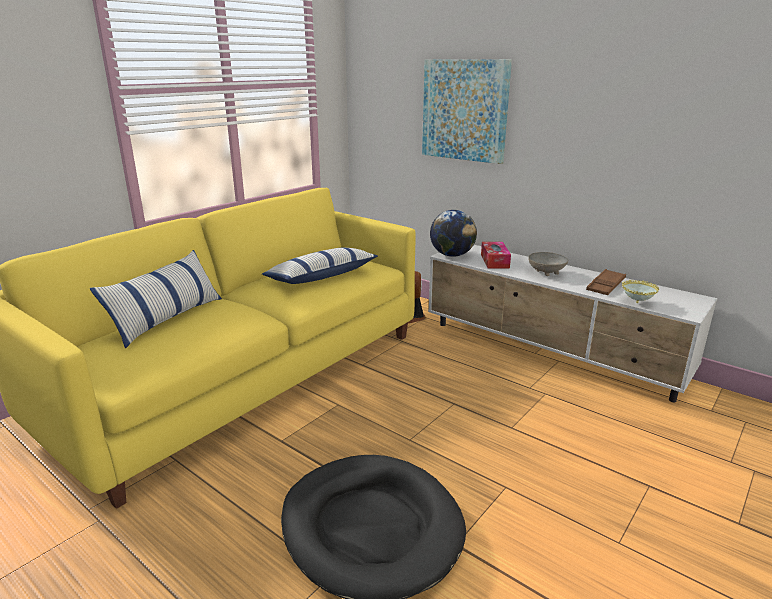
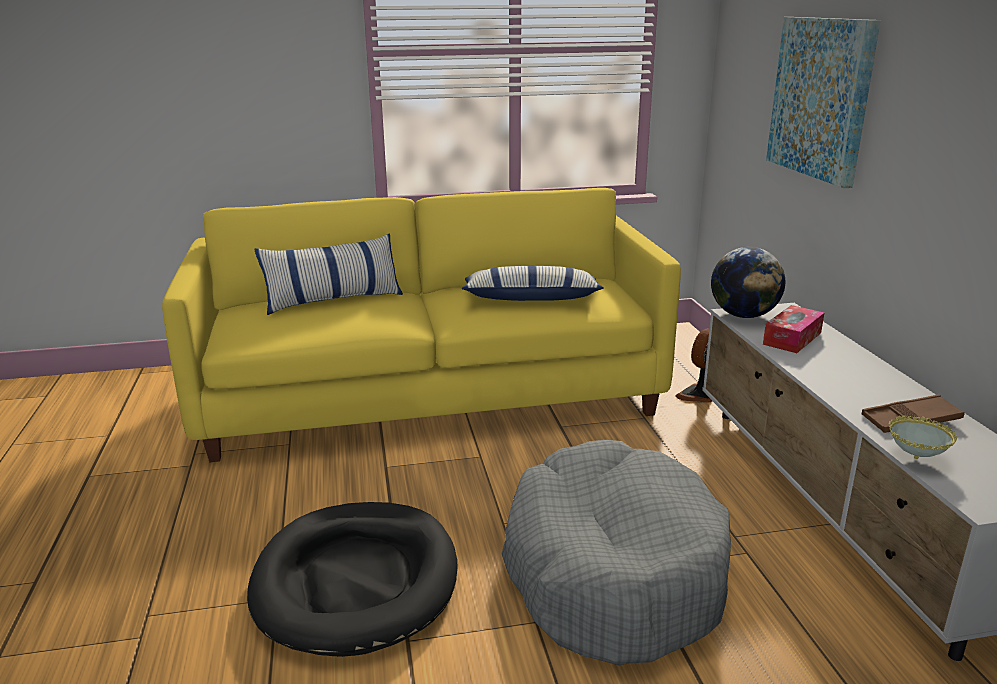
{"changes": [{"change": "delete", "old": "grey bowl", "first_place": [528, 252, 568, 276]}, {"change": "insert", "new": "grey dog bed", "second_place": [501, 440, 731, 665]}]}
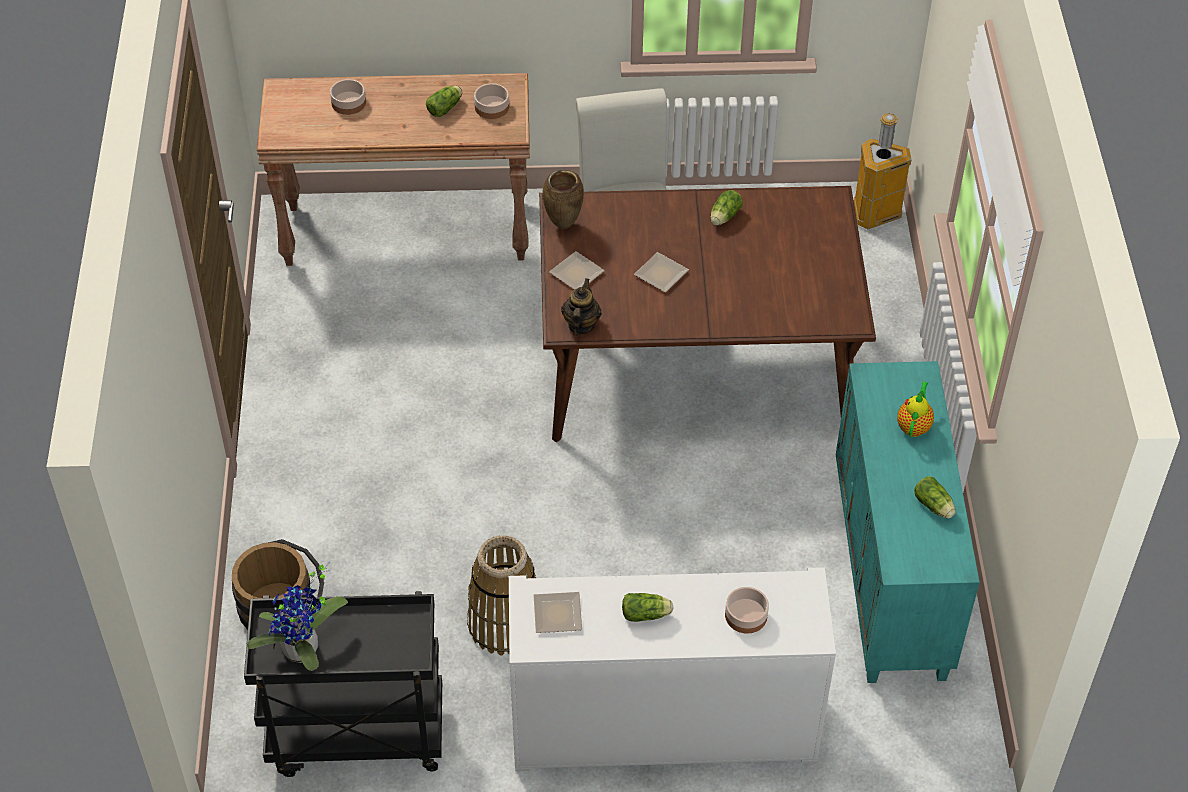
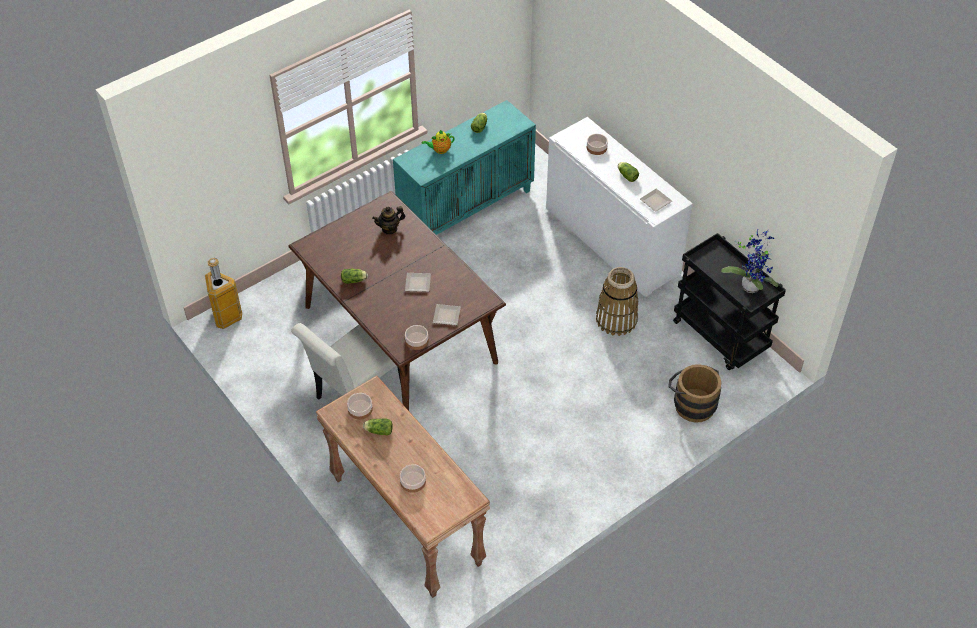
{"changes": [{"change": "replace", "old": "brown vase", "new": "bowl", "first_place": [542, 170, 584, 229], "second_place": [405, 325, 428, 350]}, {"change": "move", "old": "teapot", "first_place": [561, 278, 602, 335], "second_place": [372, 206, 405, 234]}]}
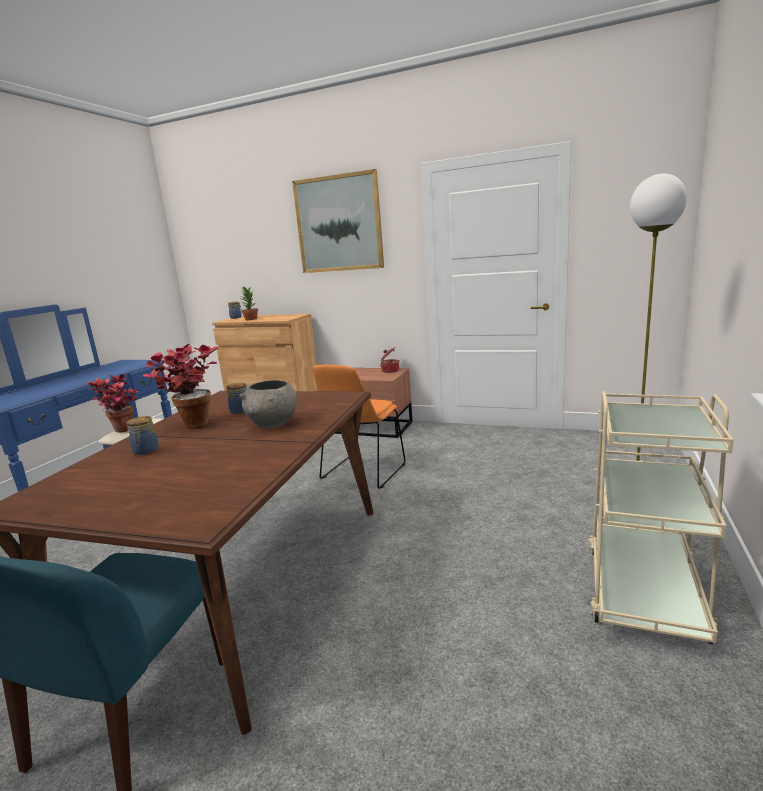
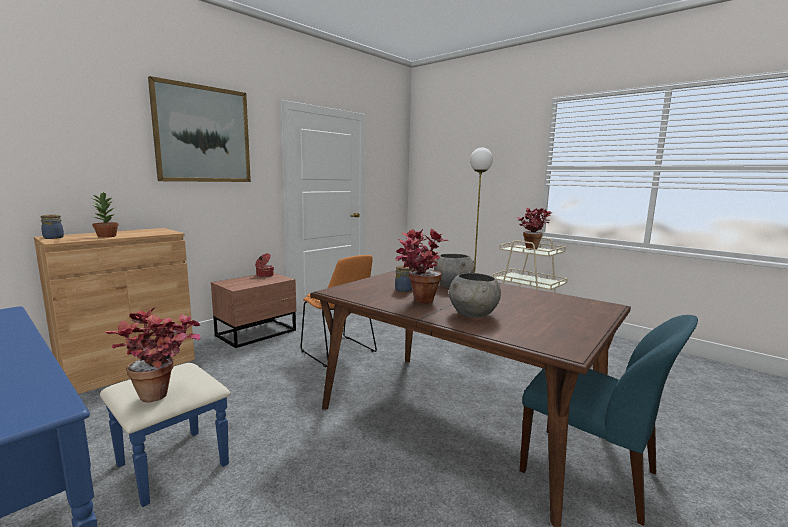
{"changes": [{"change": "replace", "old": "jar", "new": "grey bowl", "first_place": [126, 416, 159, 455], "second_place": [449, 273, 501, 318]}, {"change": "insert", "new": "potted plant", "second_place": [517, 208, 553, 250]}]}
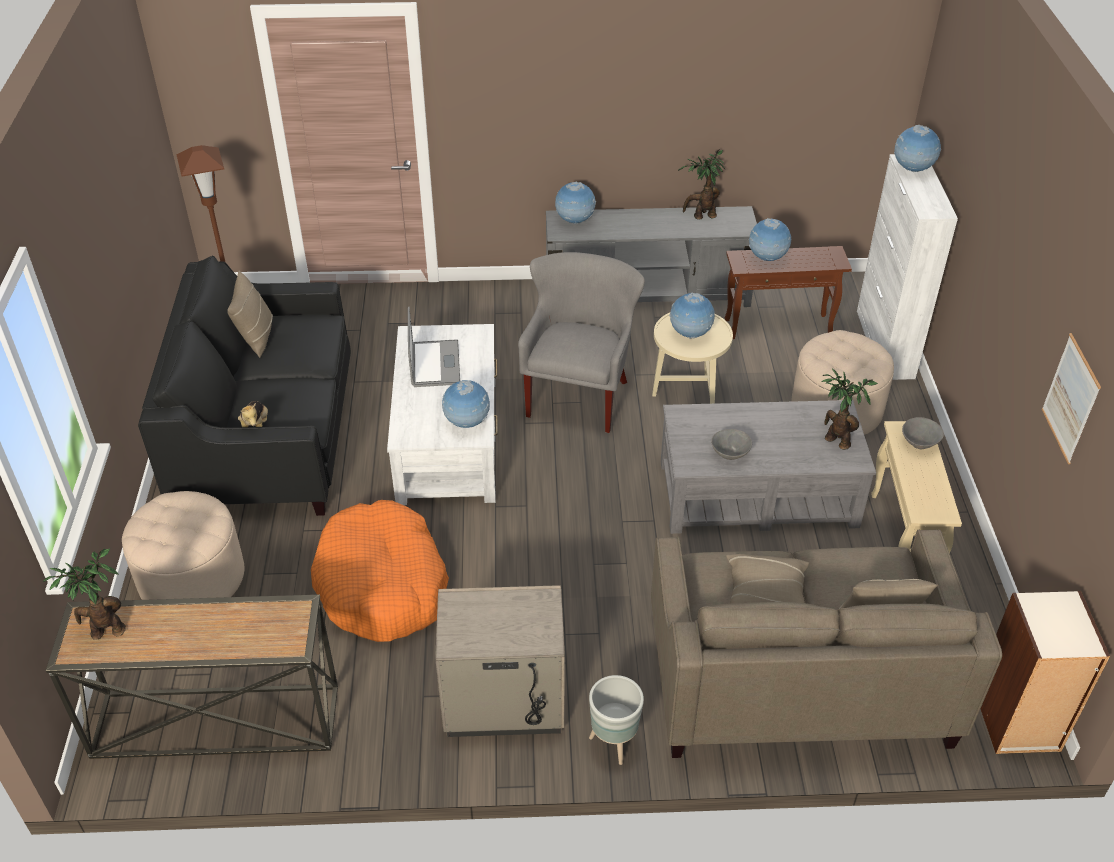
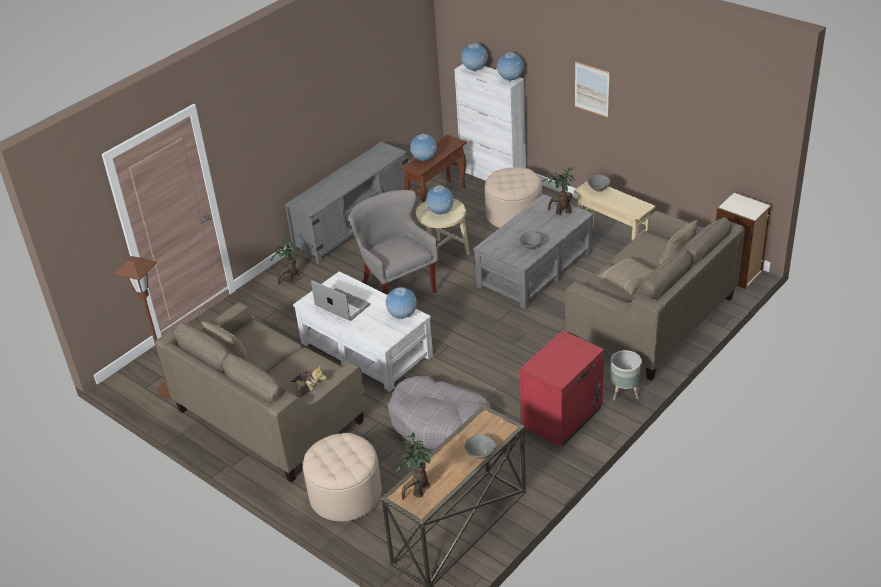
{"changes": [{"change": "recolor", "old": "black sofa", "new": "beige sofa", "first_place": [138, 256, 351, 516], "second_place": [155, 302, 367, 483]}, {"change": "recolor", "old": "orange dog bed", "new": "grey dog bed", "first_place": [311, 500, 449, 642], "second_place": [388, 376, 491, 450]}, {"change": "recolor", "old": "beige nightstand", "new": "red nightstand", "first_place": [435, 585, 565, 737], "second_place": [520, 330, 604, 447]}, {"change": "move", "old": "globe", "first_place": [555, 182, 596, 224], "second_place": [496, 52, 524, 81]}, {"change": "move", "old": "potted plant", "first_place": [678, 149, 725, 220], "second_place": [271, 235, 300, 284]}, {"change": "move", "old": "picture", "first_place": [1042, 333, 1101, 464], "second_place": [575, 62, 610, 118]}, {"change": "insert", "new": "grey bowl", "second_place": [464, 435, 496, 459]}]}
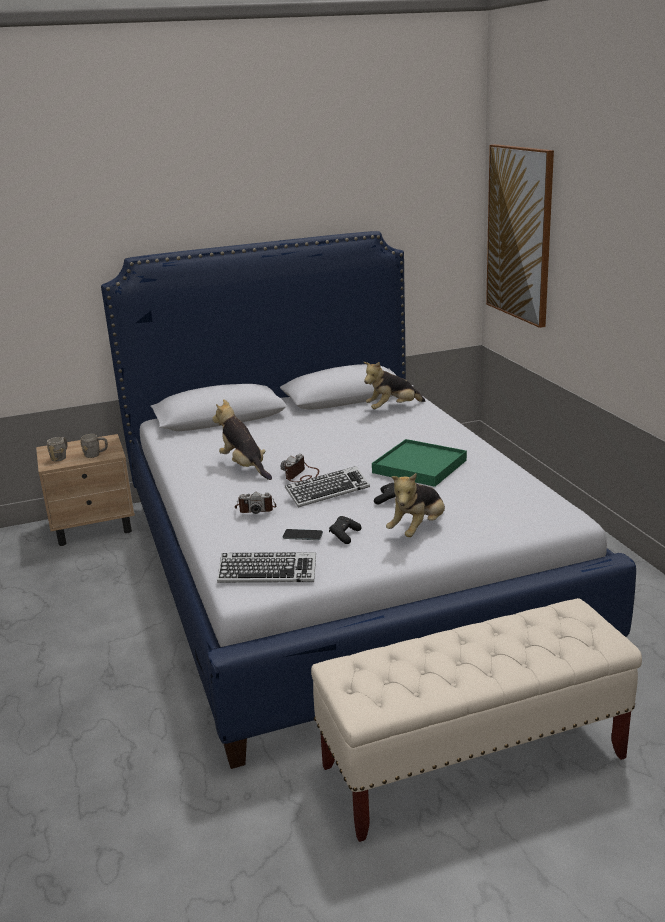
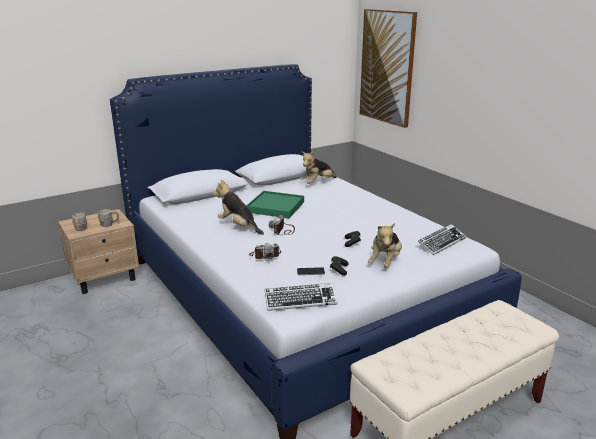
{"changes": [{"change": "move", "old": "keyboard", "first_place": [285, 466, 370, 507], "second_place": [418, 224, 466, 255]}, {"change": "move", "old": "green tray", "first_place": [372, 439, 467, 487], "second_place": [246, 191, 304, 218]}]}
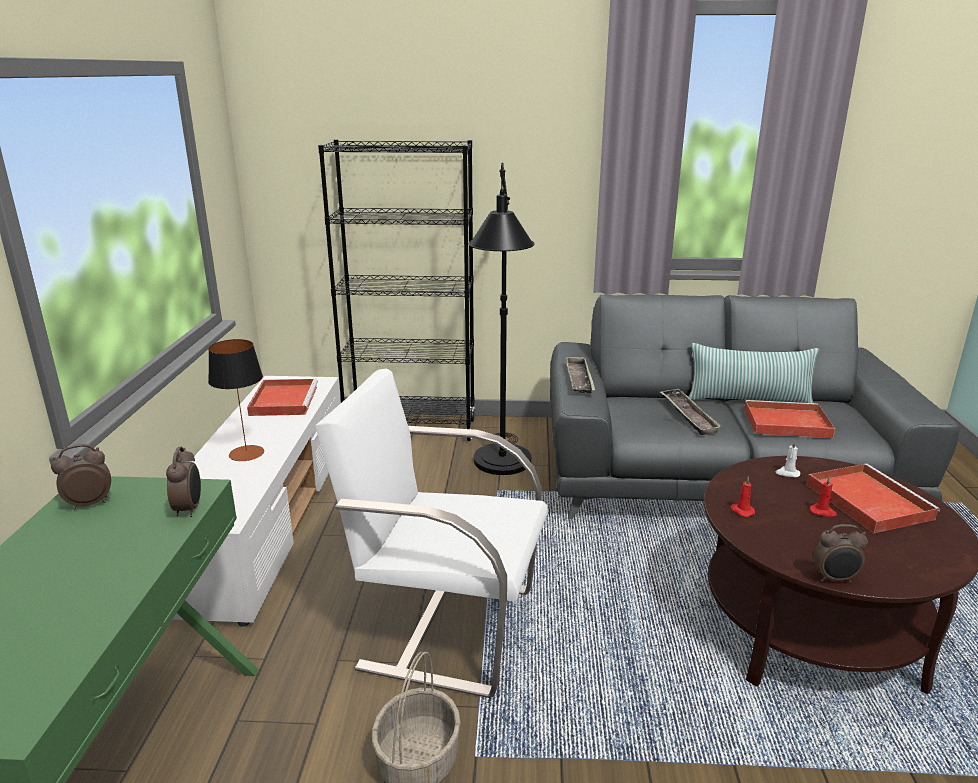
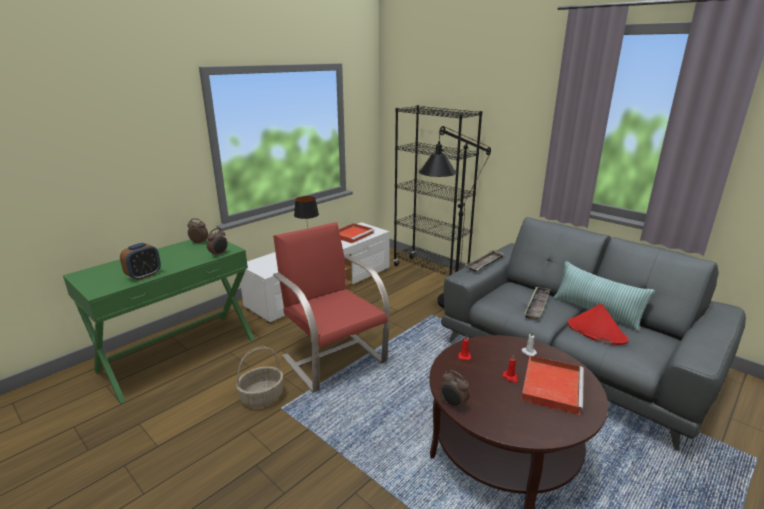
{"changes": [{"change": "recolor", "old": "white armchair", "new": "red armchair", "first_place": [315, 368, 548, 698], "second_place": [273, 222, 390, 392]}, {"change": "replace", "old": "red tray", "new": "red hat", "first_place": [744, 400, 835, 438], "second_place": [568, 304, 629, 345]}, {"change": "insert", "new": "alarm clock", "second_place": [120, 243, 161, 281]}]}
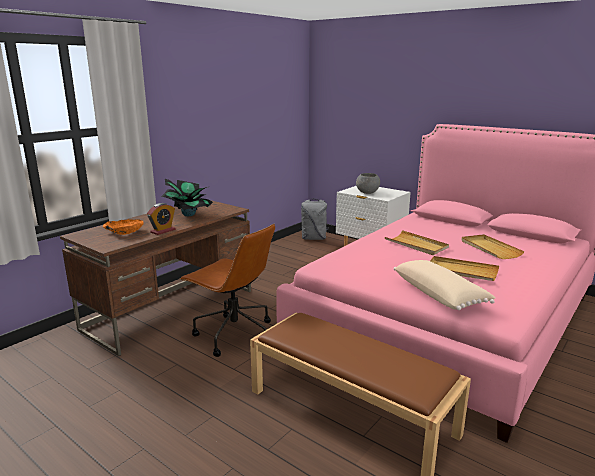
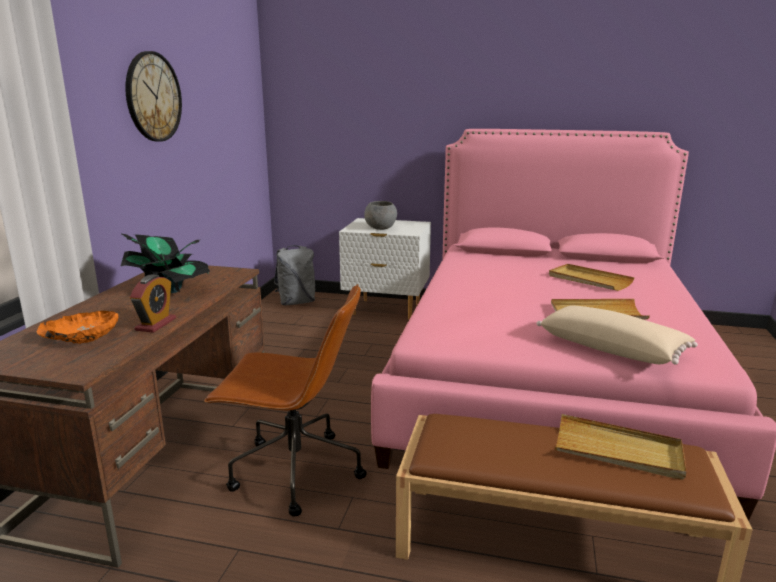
{"changes": [{"change": "move", "old": "beige tray", "first_place": [385, 230, 449, 255], "second_place": [555, 414, 687, 480]}, {"change": "insert", "new": "wall clock", "second_place": [125, 51, 182, 142]}]}
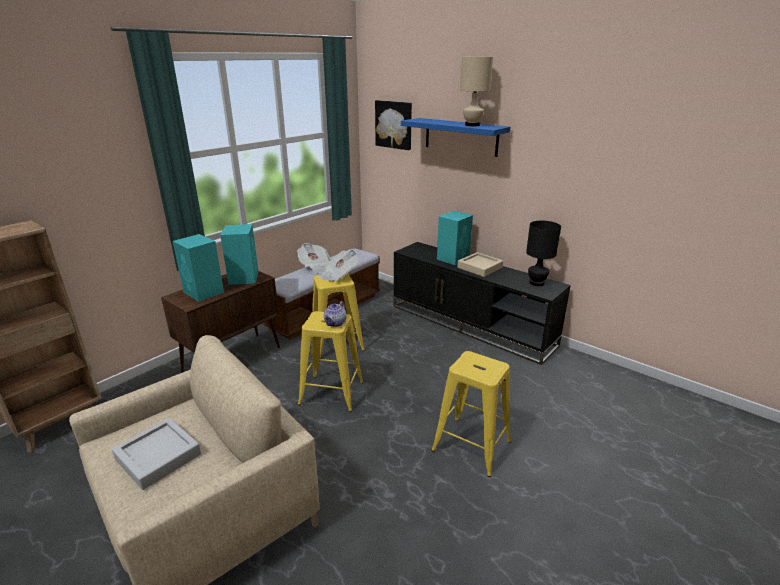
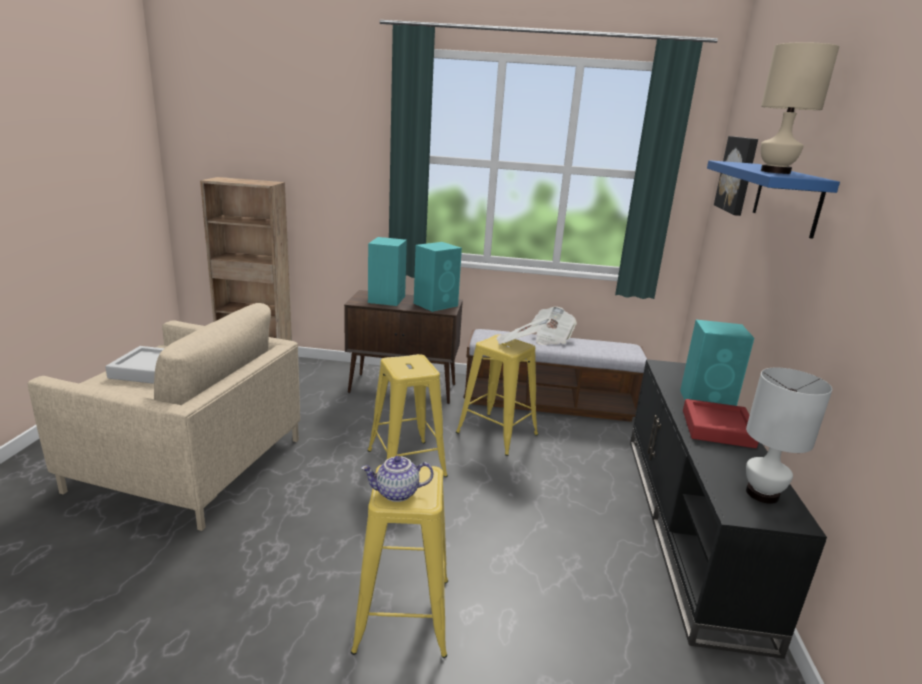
{"changes": [{"change": "move", "old": "teapot", "first_place": [324, 301, 347, 327], "second_place": [361, 456, 433, 502]}, {"change": "recolor", "old": "beige tray", "new": "red tray", "first_place": [457, 252, 503, 277], "second_place": [683, 399, 759, 448]}, {"change": "recolor", "old": "black table lamp", "new": "white table lamp", "first_place": [526, 221, 561, 286], "second_place": [746, 367, 832, 504]}]}
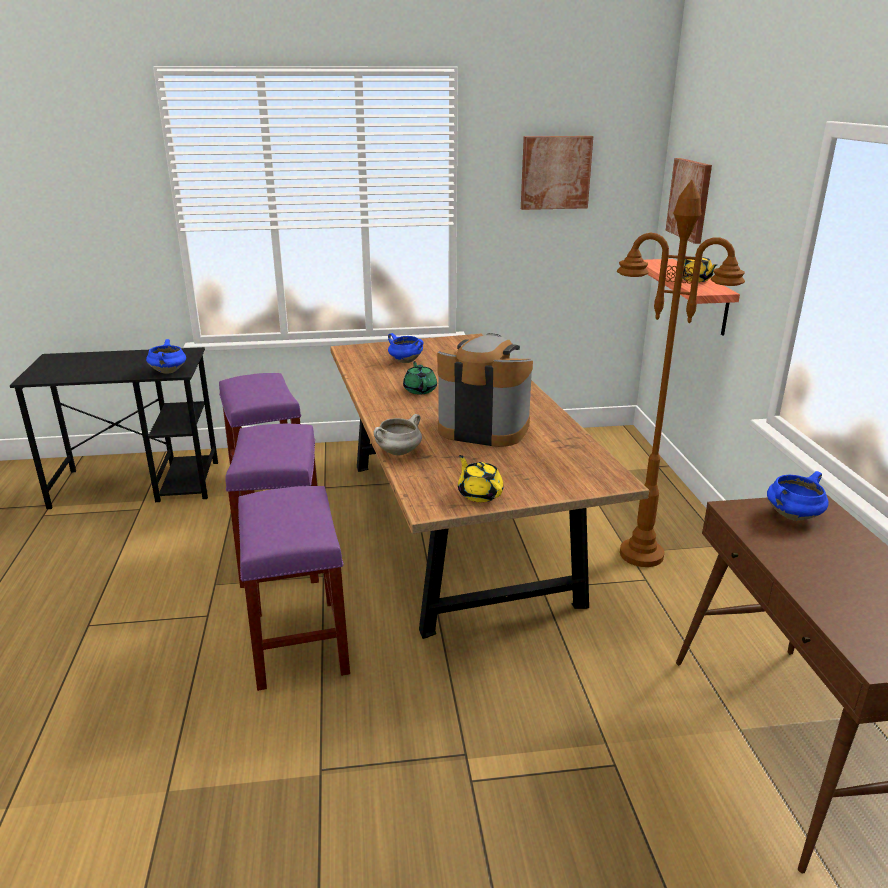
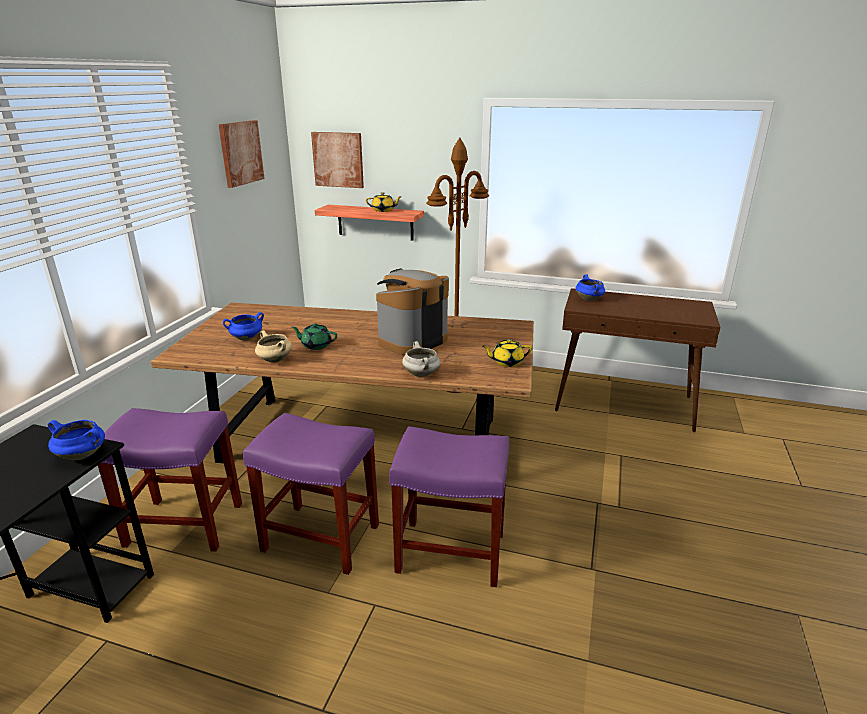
{"changes": [{"change": "insert", "new": "beige cooking pot", "second_place": [255, 330, 292, 362]}]}
